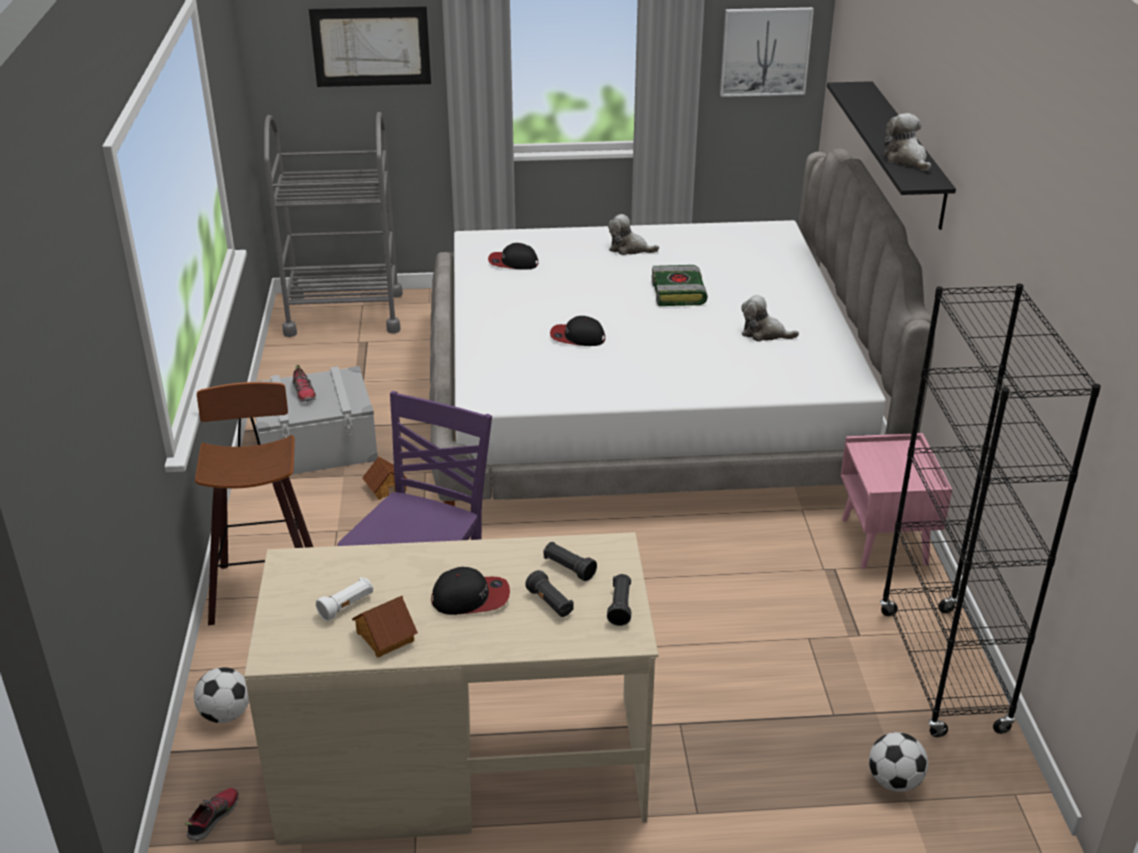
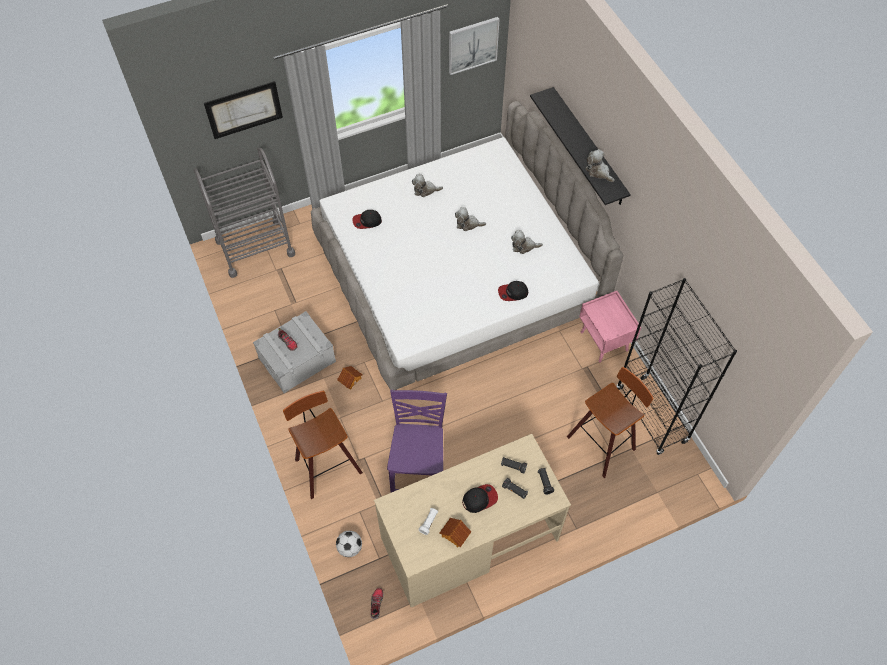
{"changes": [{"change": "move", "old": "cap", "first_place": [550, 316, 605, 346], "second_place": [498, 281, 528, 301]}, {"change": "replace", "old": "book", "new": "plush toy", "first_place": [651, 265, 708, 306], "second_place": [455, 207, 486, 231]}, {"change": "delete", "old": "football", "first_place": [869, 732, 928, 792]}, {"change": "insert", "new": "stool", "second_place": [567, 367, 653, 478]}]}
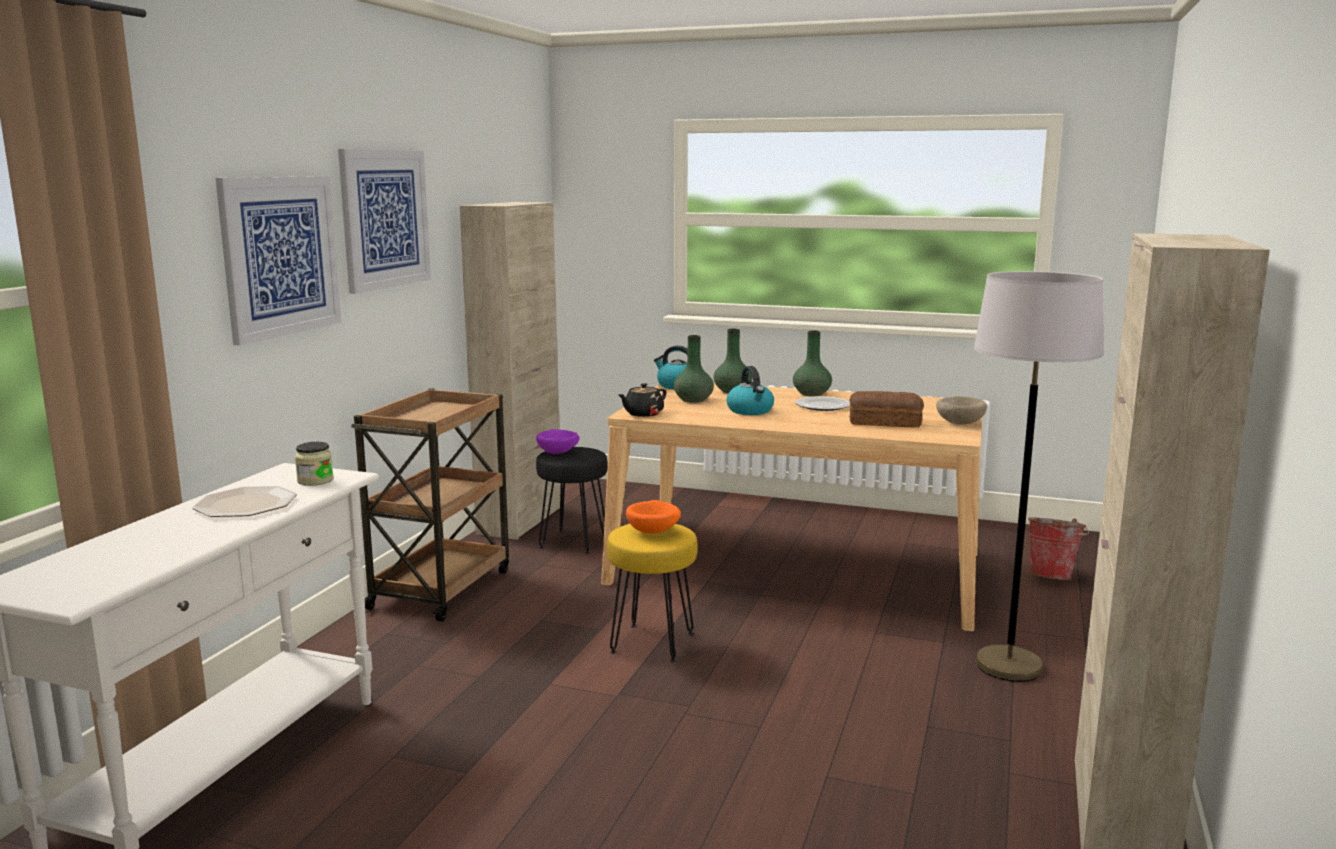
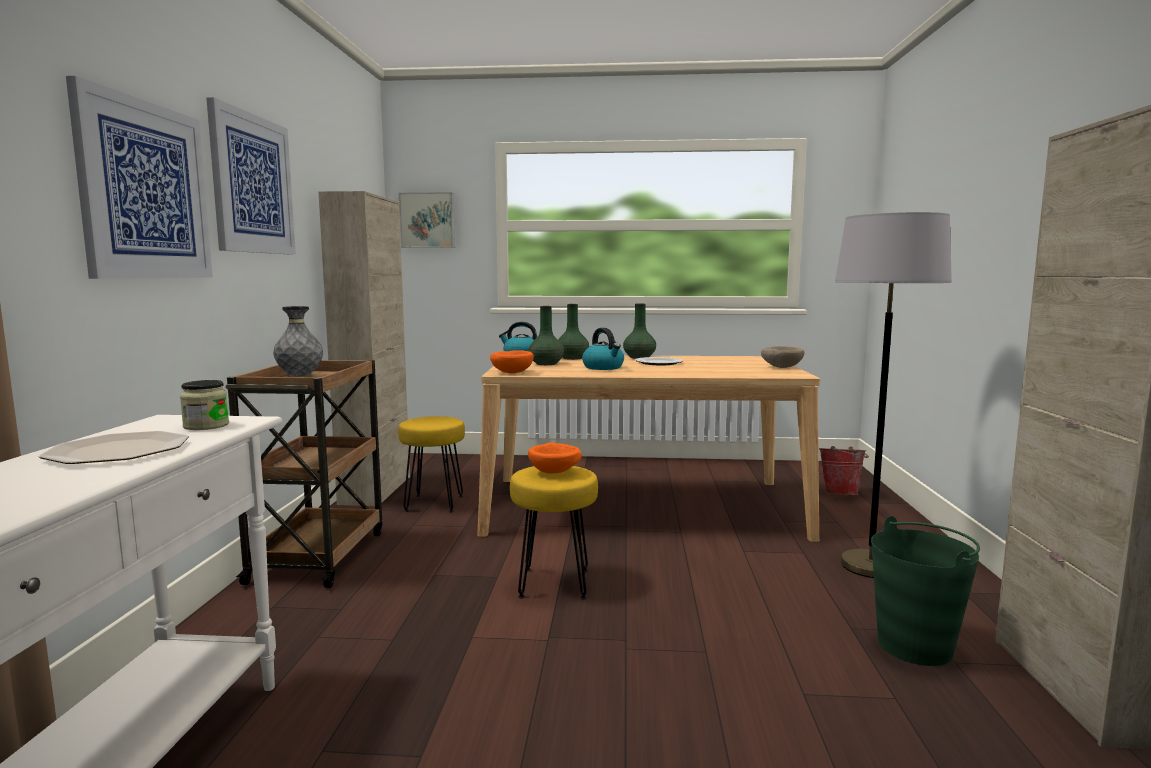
{"changes": [{"change": "delete", "old": "purple bowl", "first_place": [536, 429, 580, 454]}, {"change": "recolor", "old": "black stool", "new": "yellow stool", "first_place": [536, 447, 608, 554], "second_place": [398, 416, 465, 512]}, {"change": "replace", "old": "black teapot", "new": "orange bowl", "first_place": [619, 383, 667, 417], "second_place": [490, 350, 534, 373]}, {"change": "delete", "old": "bread", "first_place": [849, 391, 924, 428]}, {"change": "insert", "new": "grey vase", "second_place": [273, 306, 323, 377]}, {"change": "insert", "new": "picture", "second_place": [399, 192, 455, 248]}, {"change": "insert", "new": "green bucket", "second_place": [871, 516, 980, 666]}]}
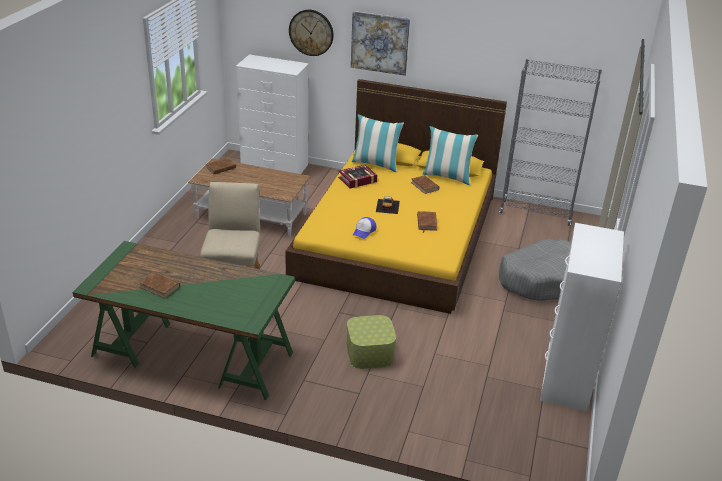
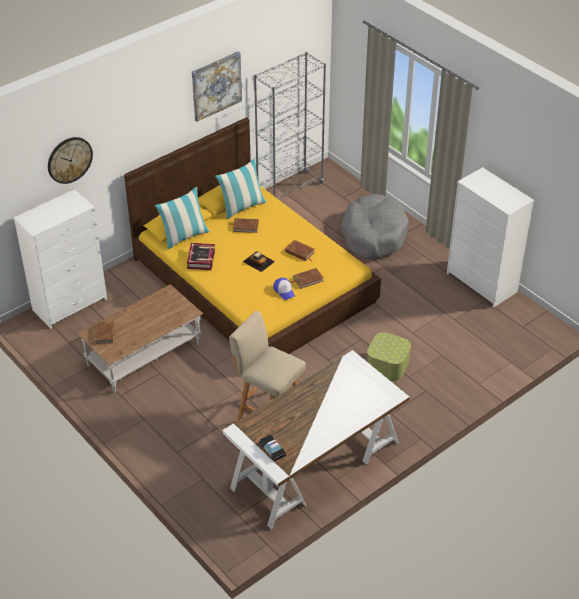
{"changes": [{"change": "recolor", "old": "green desk", "new": "white desk", "first_place": [73, 241, 295, 400], "second_place": [222, 350, 410, 530]}, {"change": "move", "old": "brown book", "first_place": [139, 272, 180, 299], "second_place": [291, 268, 323, 289]}, {"change": "move", "old": "picture", "first_place": [351, 11, 410, 76], "second_place": [192, 51, 242, 122]}, {"change": "insert", "new": "toy car", "second_place": [259, 434, 286, 461]}]}
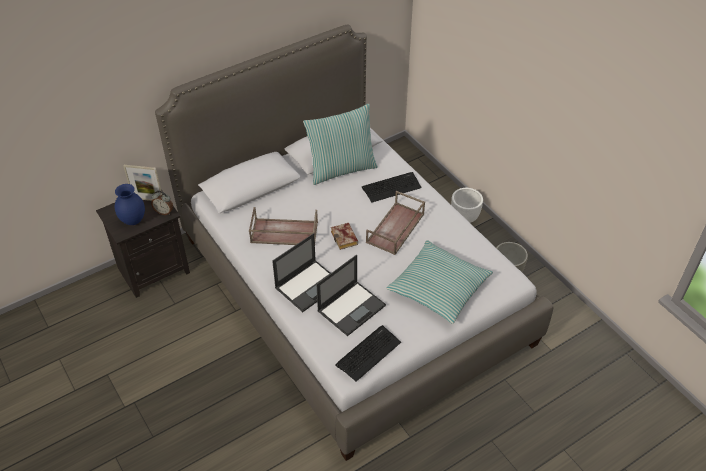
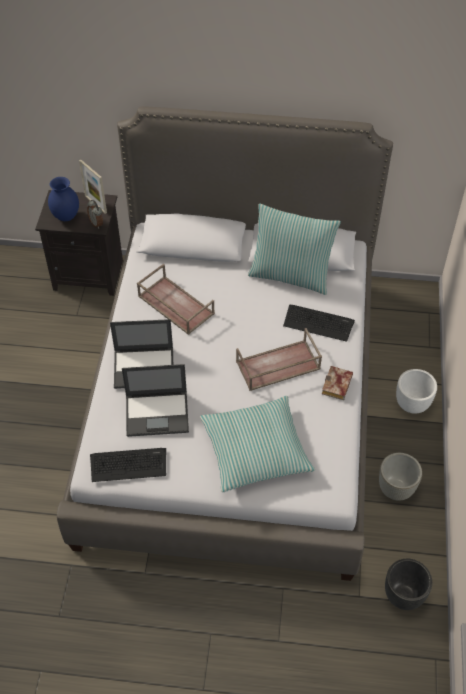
{"changes": [{"change": "move", "old": "book", "first_place": [331, 223, 358, 250], "second_place": [322, 366, 353, 400]}, {"change": "insert", "new": "black planter", "second_place": [385, 559, 432, 610]}]}
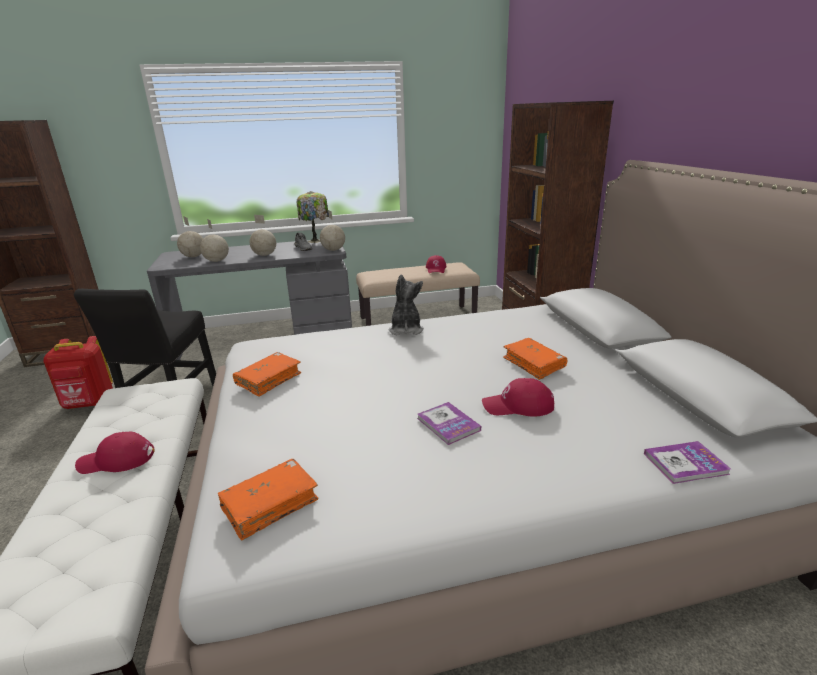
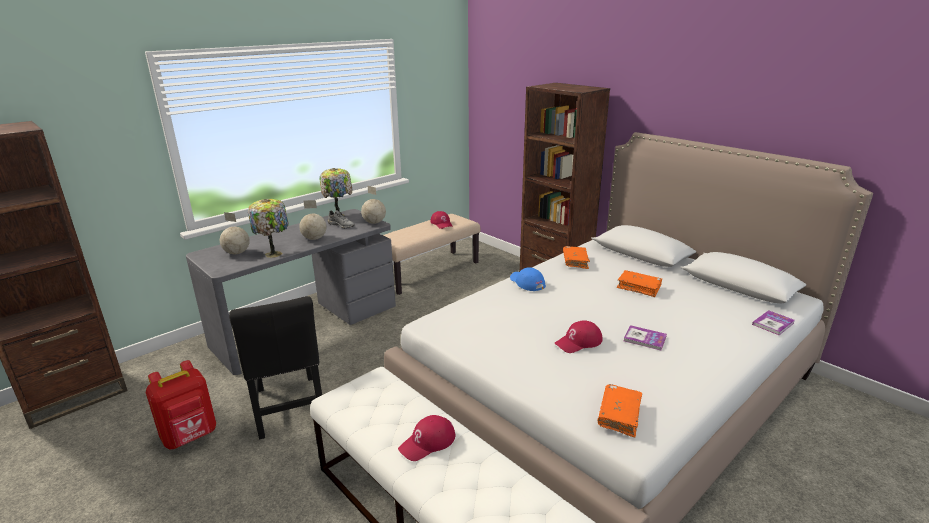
{"changes": [{"change": "replace", "old": "globe", "new": "table lamp", "first_place": [200, 219, 229, 262], "second_place": [248, 199, 289, 258]}, {"change": "move", "old": "orange book", "first_place": [233, 352, 301, 397], "second_place": [563, 246, 590, 269]}, {"change": "replace", "old": "plush toy", "new": "blue cap", "first_place": [388, 275, 424, 335], "second_place": [510, 268, 546, 291]}, {"change": "move", "old": "red cap", "first_place": [482, 378, 554, 417], "second_place": [555, 320, 603, 353]}]}
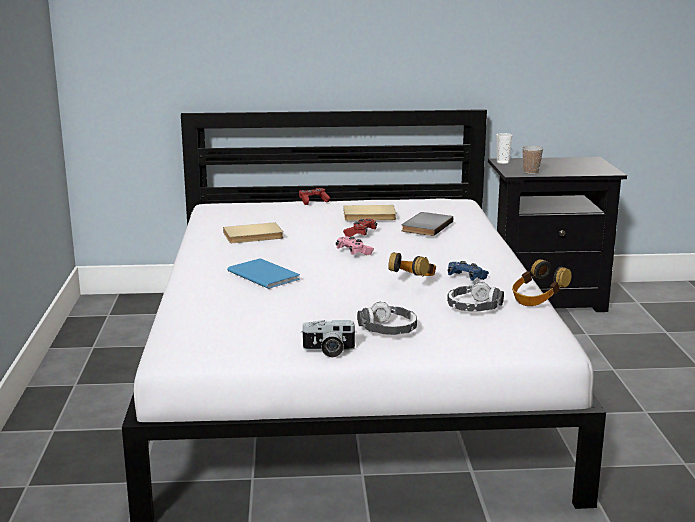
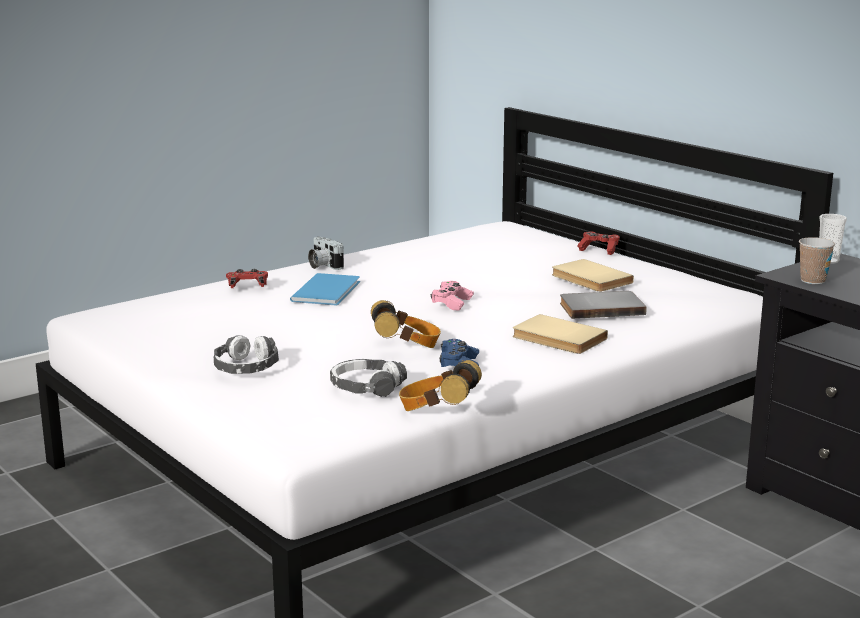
{"changes": [{"change": "move", "old": "beige book", "first_place": [223, 222, 283, 243], "second_place": [513, 314, 608, 354]}, {"change": "move", "old": "photo camera", "first_place": [301, 320, 357, 357], "second_place": [308, 237, 344, 270]}, {"change": "move", "old": "red game controller", "first_place": [343, 219, 377, 237], "second_place": [226, 269, 268, 288]}]}
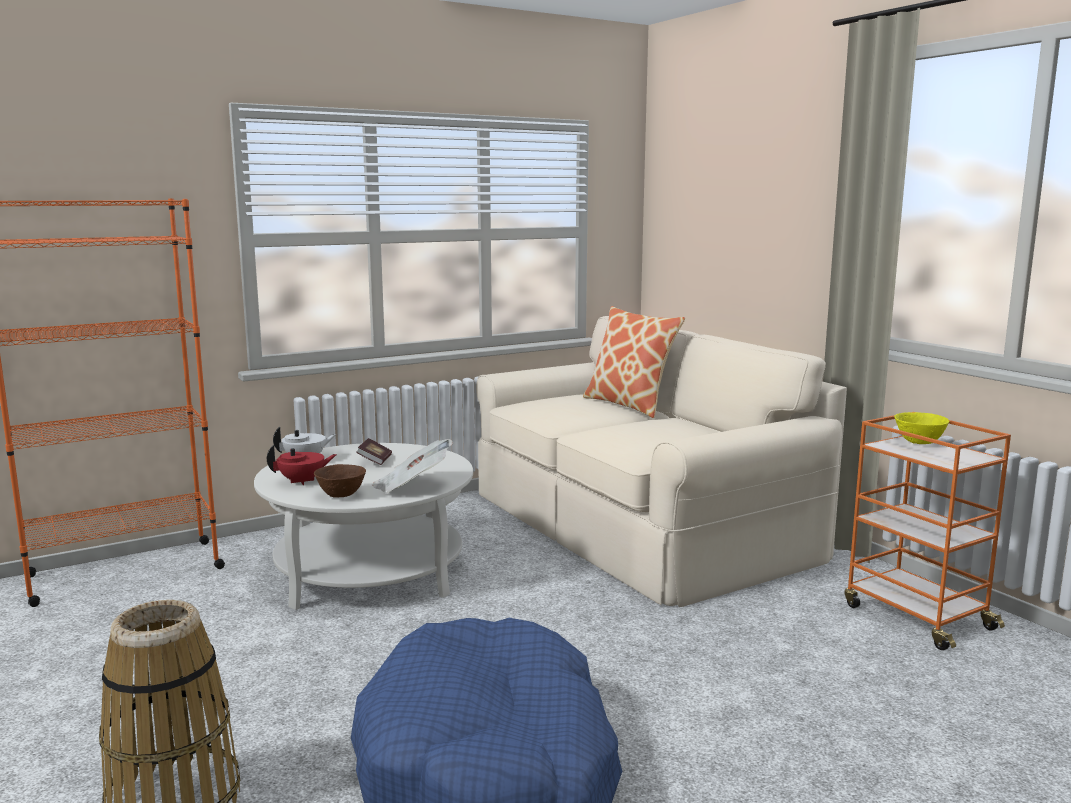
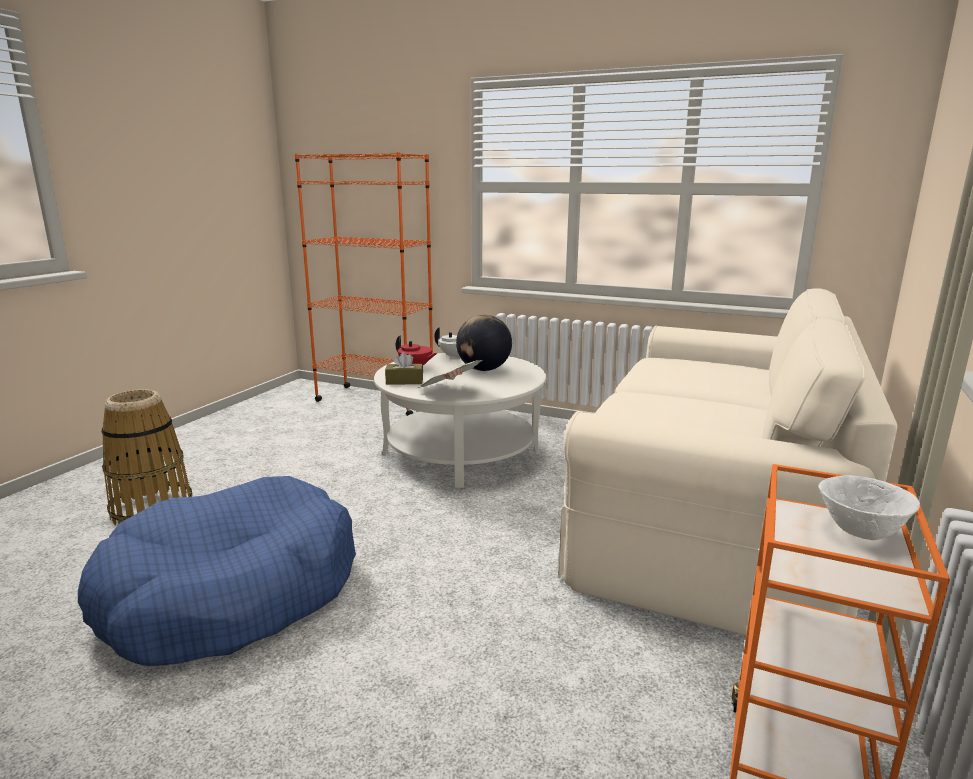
{"changes": [{"change": "replace", "old": "brown bowl", "new": "brown tissue box", "first_place": [314, 464, 366, 498], "second_place": [385, 352, 423, 385]}, {"change": "replace", "old": "book", "new": "globe", "first_place": [356, 438, 392, 465], "second_place": [456, 315, 512, 371]}, {"change": "delete", "old": "pillow", "first_place": [583, 306, 685, 418]}, {"change": "recolor", "old": "yellow bowl", "new": "white bowl", "first_place": [894, 412, 950, 444], "second_place": [819, 475, 920, 540]}]}
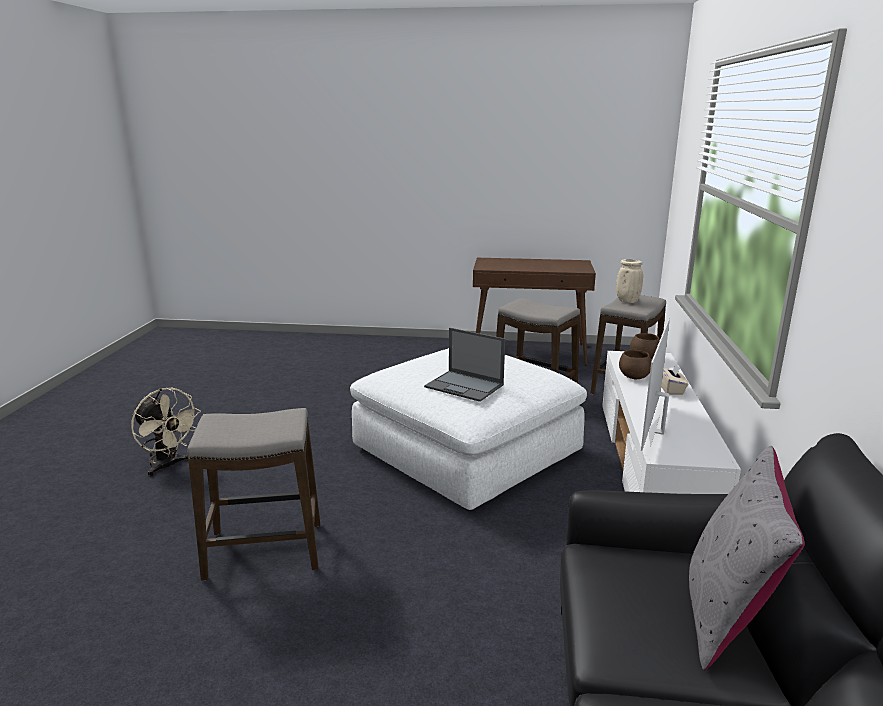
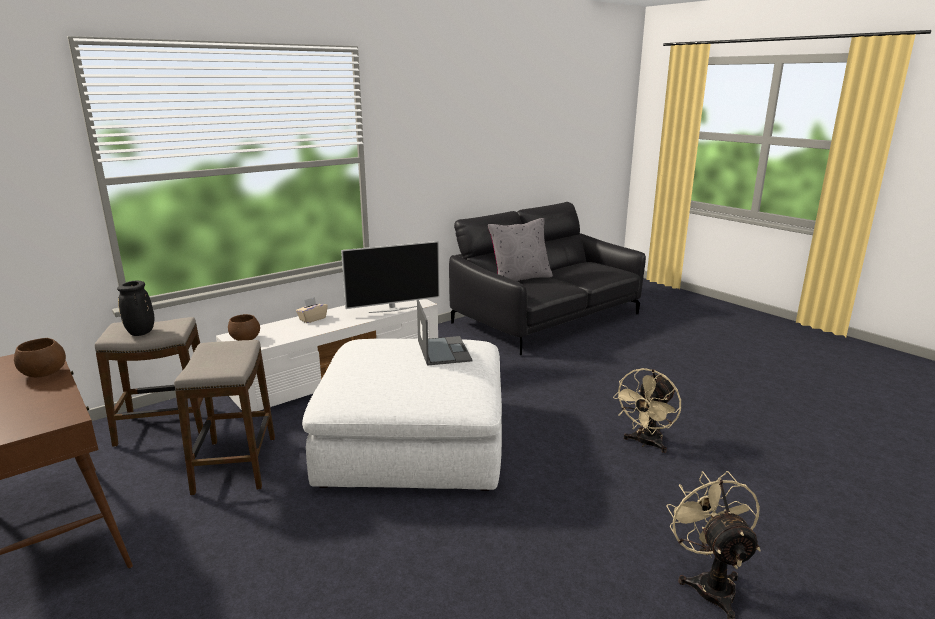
{"changes": [{"change": "replace", "old": "stool", "new": "beige fan", "first_place": [187, 408, 320, 580], "second_place": [613, 368, 681, 453]}, {"change": "recolor", "old": "beige vase", "new": "black vase", "first_place": [616, 259, 643, 303], "second_place": [117, 281, 154, 336]}, {"change": "move", "old": "brown bowl", "first_place": [619, 350, 652, 379], "second_place": [14, 338, 66, 377]}]}
